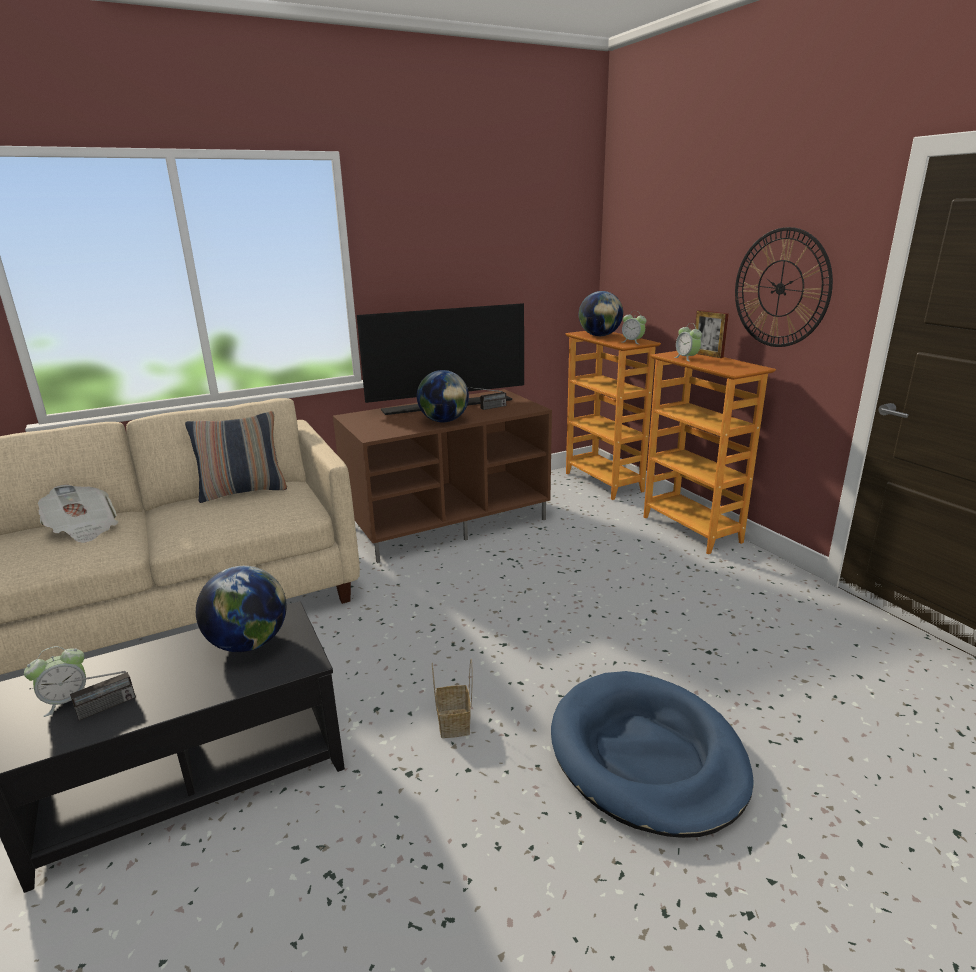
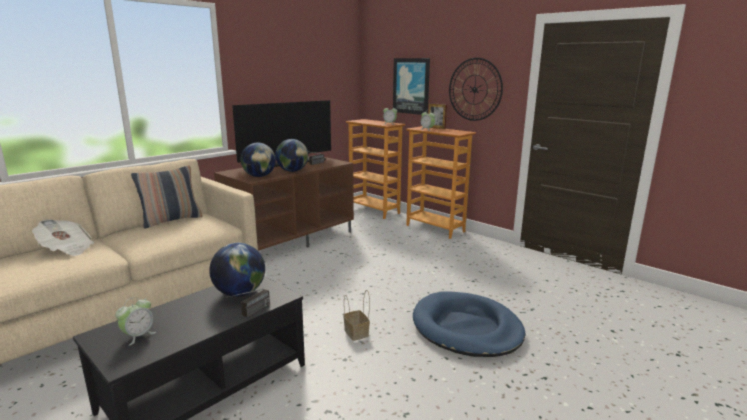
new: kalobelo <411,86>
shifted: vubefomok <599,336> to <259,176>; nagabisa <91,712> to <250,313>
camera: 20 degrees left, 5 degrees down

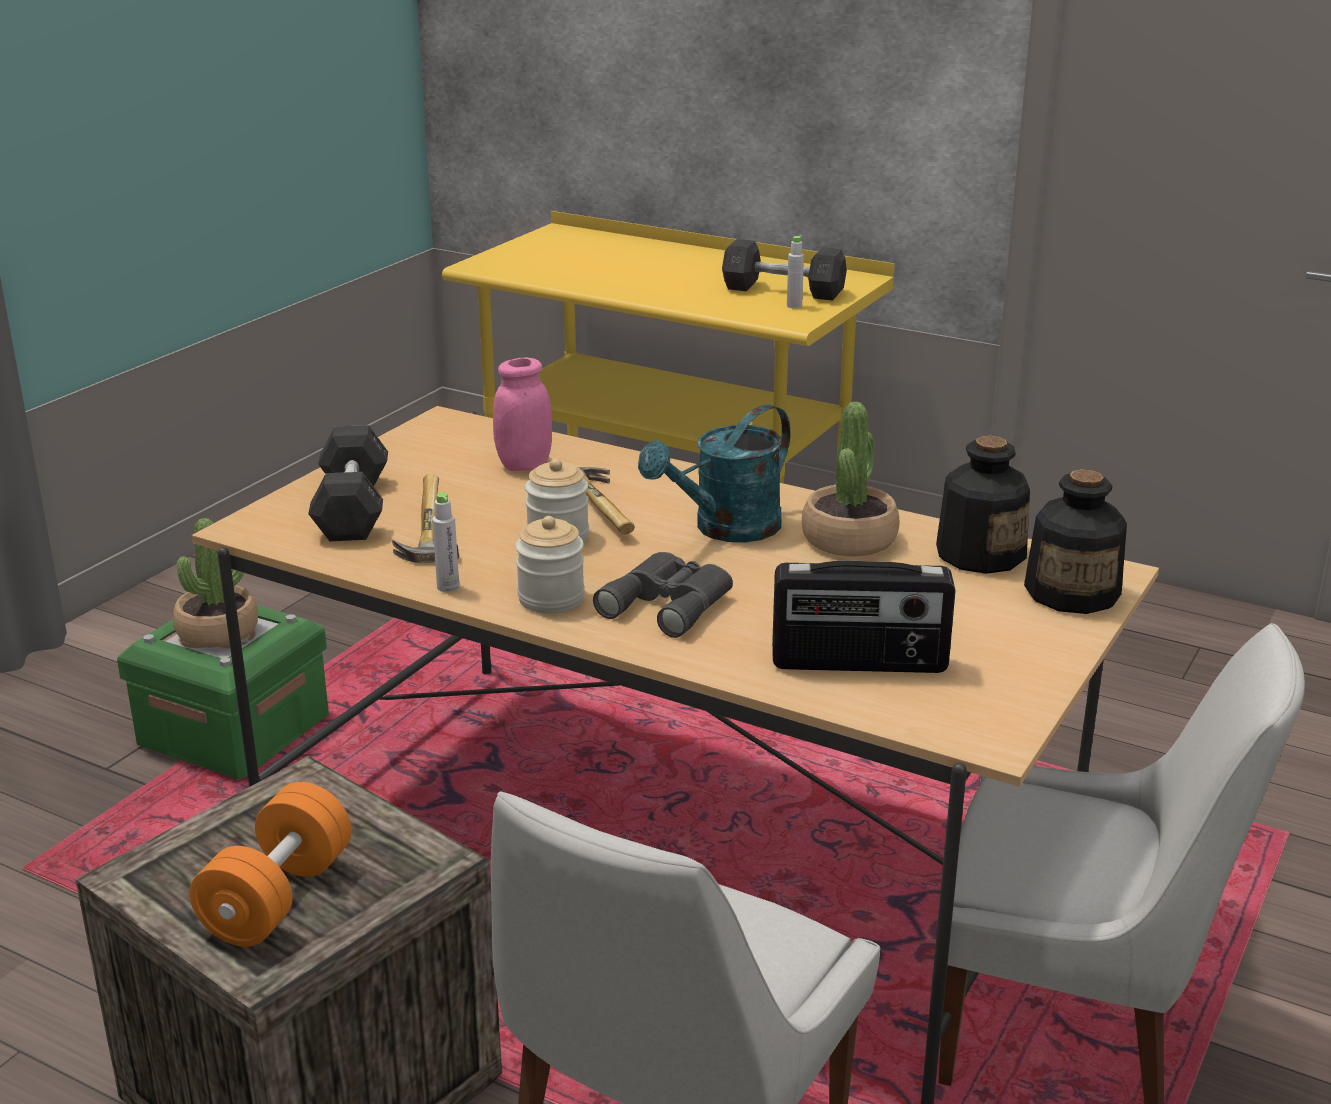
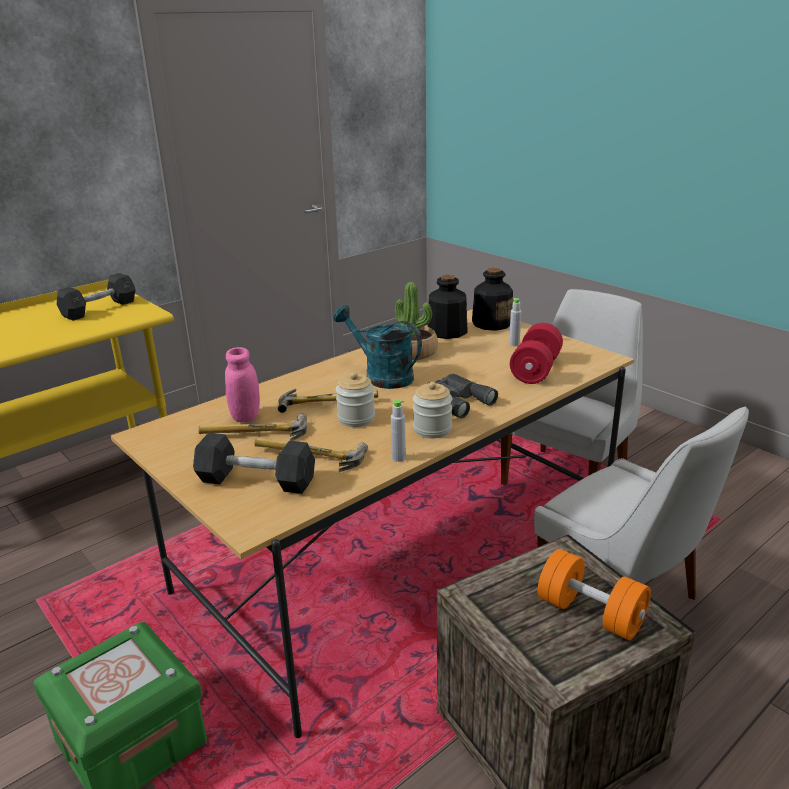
gone: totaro <218,631>
new: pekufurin <255,436>
shifted: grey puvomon <794,306> to <514,344>
swapped: nagabisa <859,663> to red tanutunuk <535,370>
rotated: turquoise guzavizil <726,529> = <381,376> 150 degrees clockwise
camera: 70 degrees left, 0 degrees up

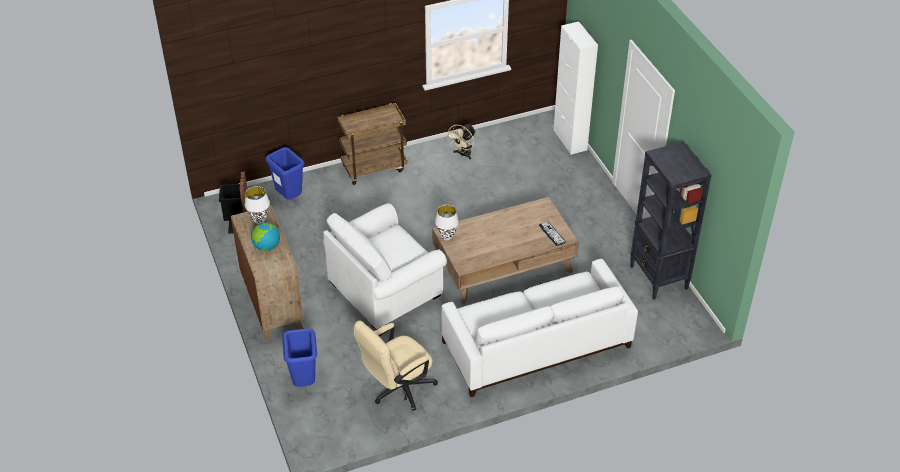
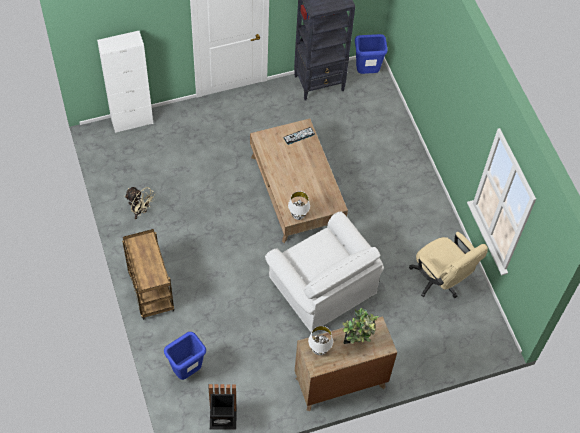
gone: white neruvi <535,344>
shifted: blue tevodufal <304,382> to <367,72>
swapped: vubefomok <266,246> to totaro <356,342>
camera: 90 degrees left, 15 degrees up

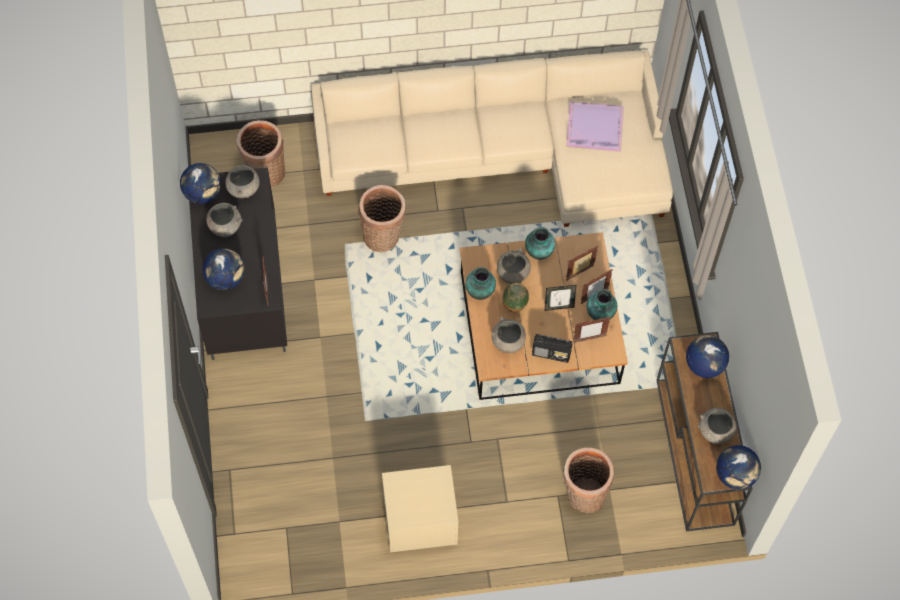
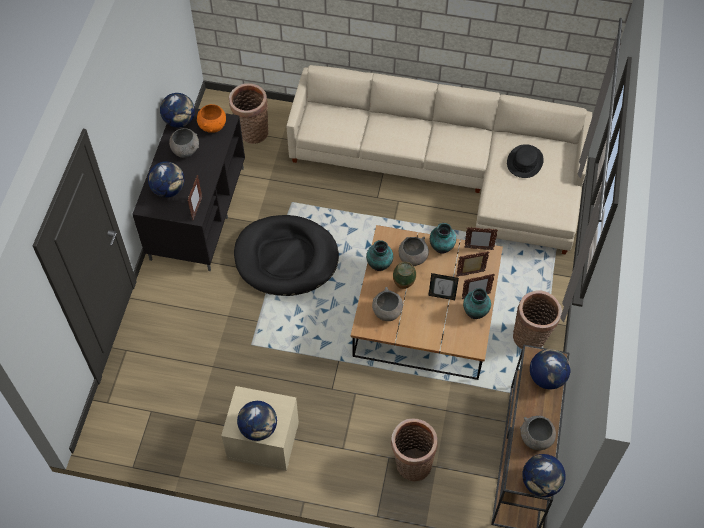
gone: nagabisa <551,353>
new: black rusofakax <286,258>; vubefomok <258,428>
shifted: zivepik <383,236> to <531,337>; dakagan <589,339> to <478,248>
swapped: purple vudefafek <593,128> to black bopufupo <524,162>
repainted: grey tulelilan <244,189> to orange tulelilan <213,127>
camera: 20 degrees right, 5 degrees down

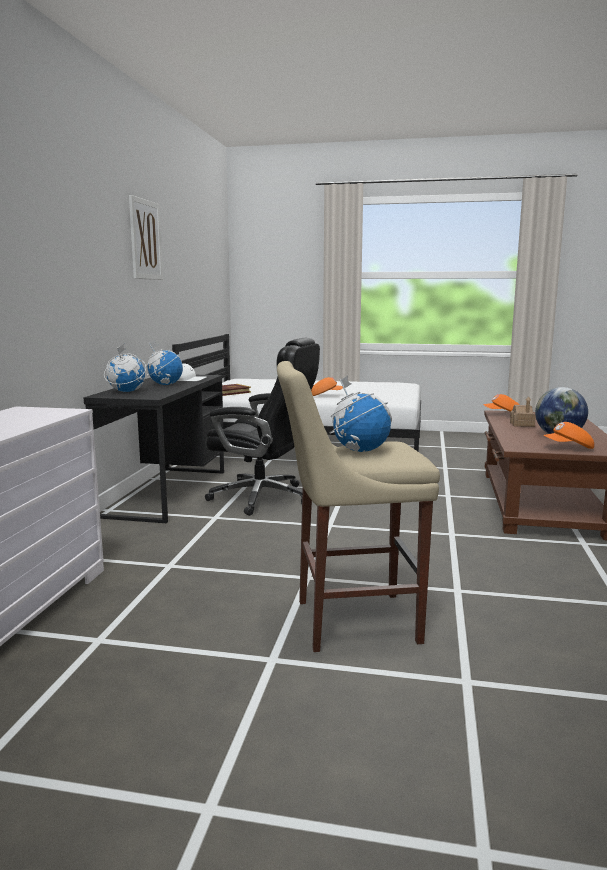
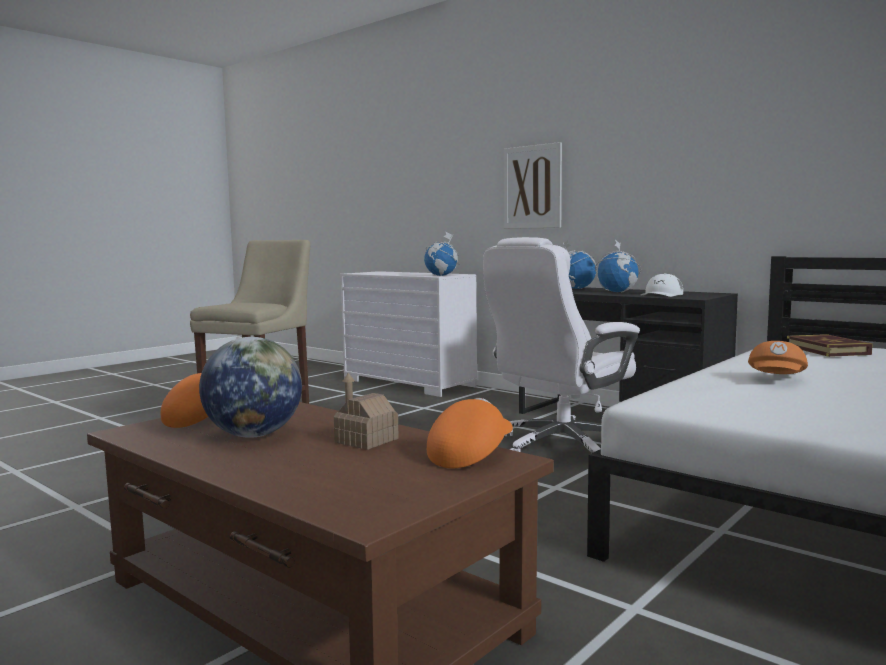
shifted: kalobelo <145,240> to <532,187>; vubefomok <360,450> to <442,275>
repainted: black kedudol <263,498> to white kedudol <560,447>
camera: 120 degrees right, 5 degrees down

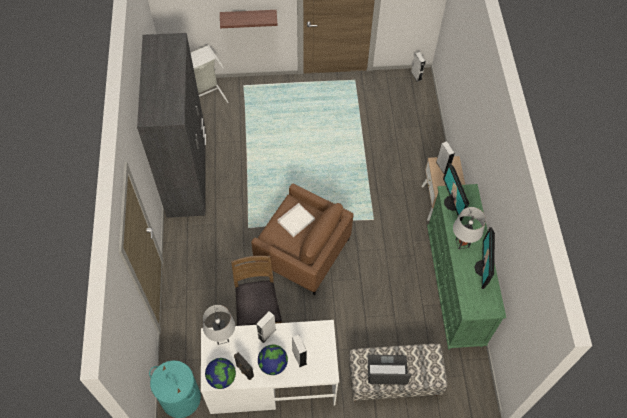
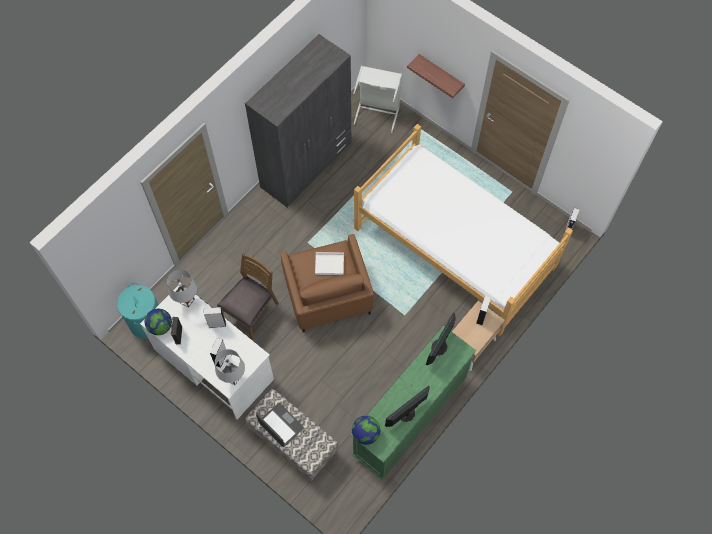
new: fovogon <454,248>
shifted: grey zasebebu <462,243> to <233,378>; vubefomok <273,364> to <366,433>
camera: 45 degrees right, 5 degrees up

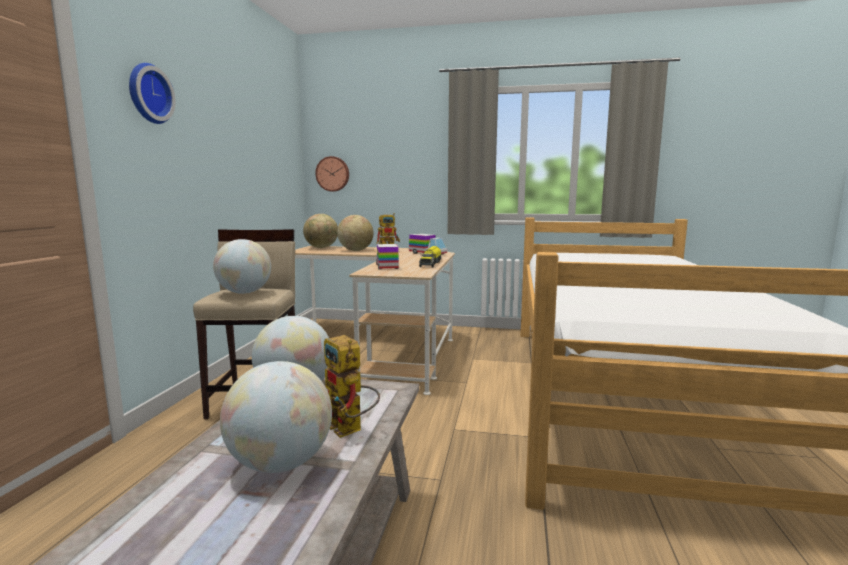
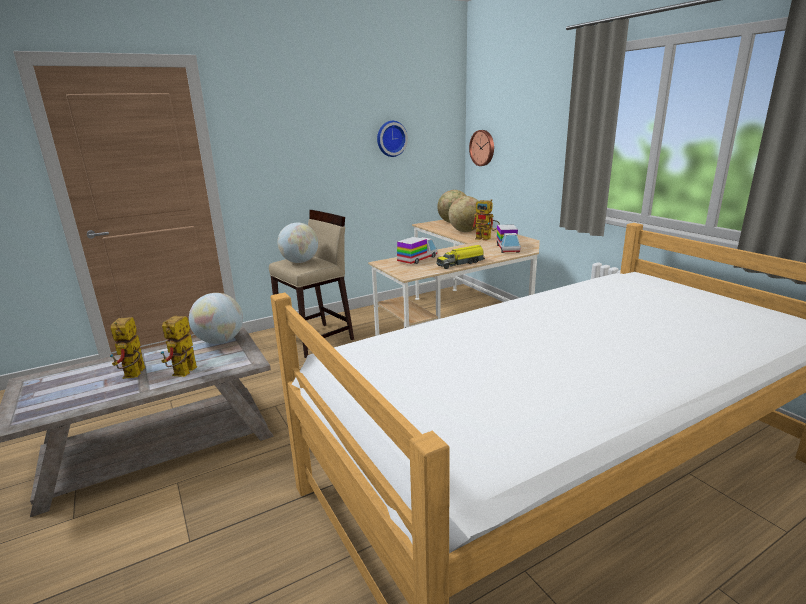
shifted: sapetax <148,94> to <391,138>
swapped: vubefomok <280,463> to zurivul <134,375>
camera: 50 degrees right, 10 degrees up

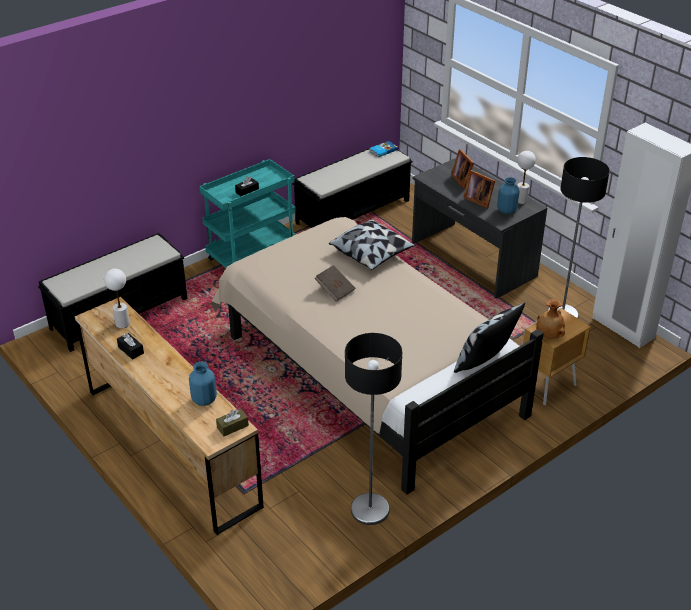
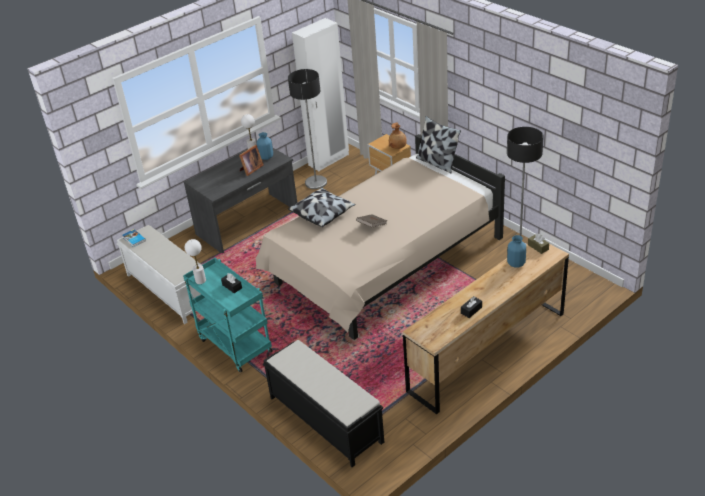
gone: dakagan <462,179>
shifted: white zasebebu <122,323> to <200,281>
repainted: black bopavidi <354,211> to white bopavidi <169,290>
camera: 90 degrees left, 0 degrees up

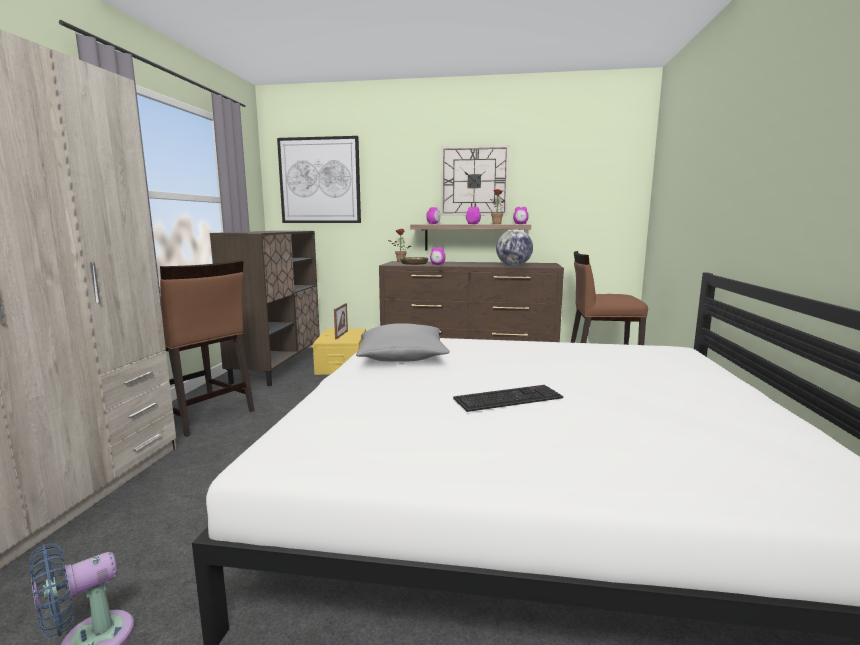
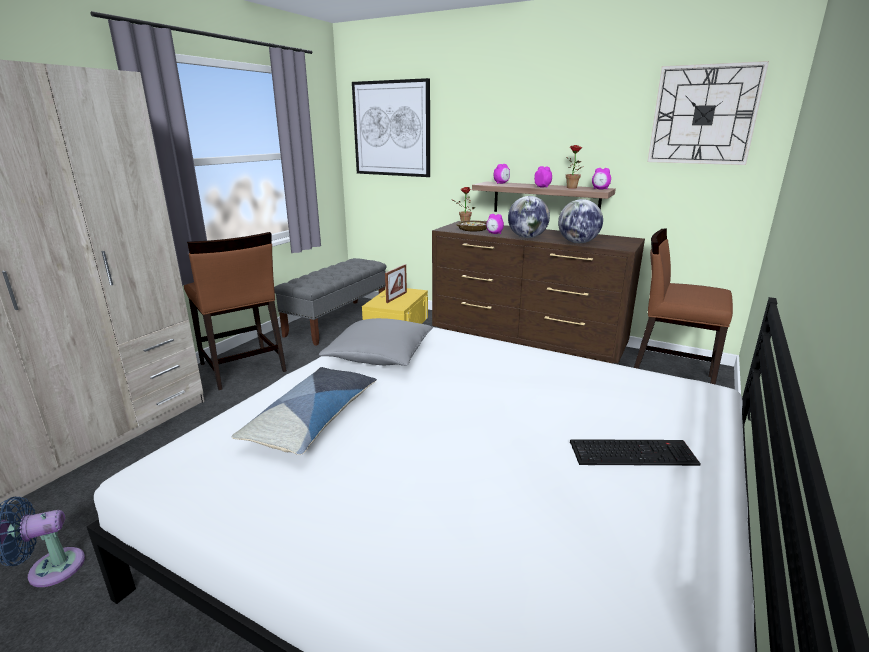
new: vubefomok <527,237>; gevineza <313,420>
shifted: sapetax <474,181> to <703,115>; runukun <508,398> to <633,452>
swapped: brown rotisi <277,366> to grey bopavidi <337,321>
camera: 20 degrees right, 10 degrees up

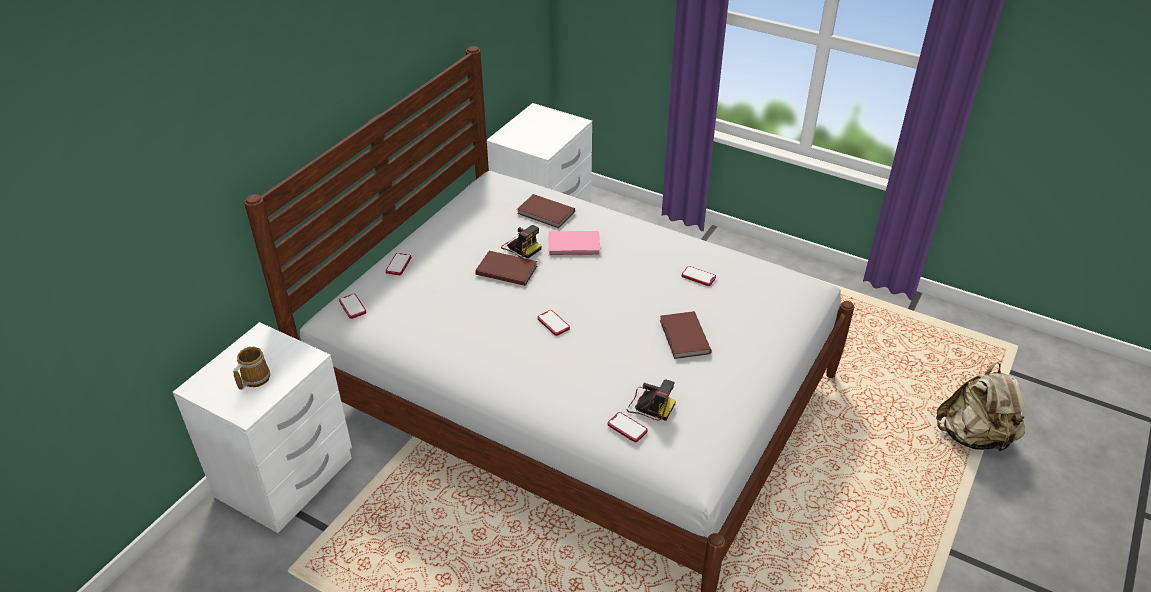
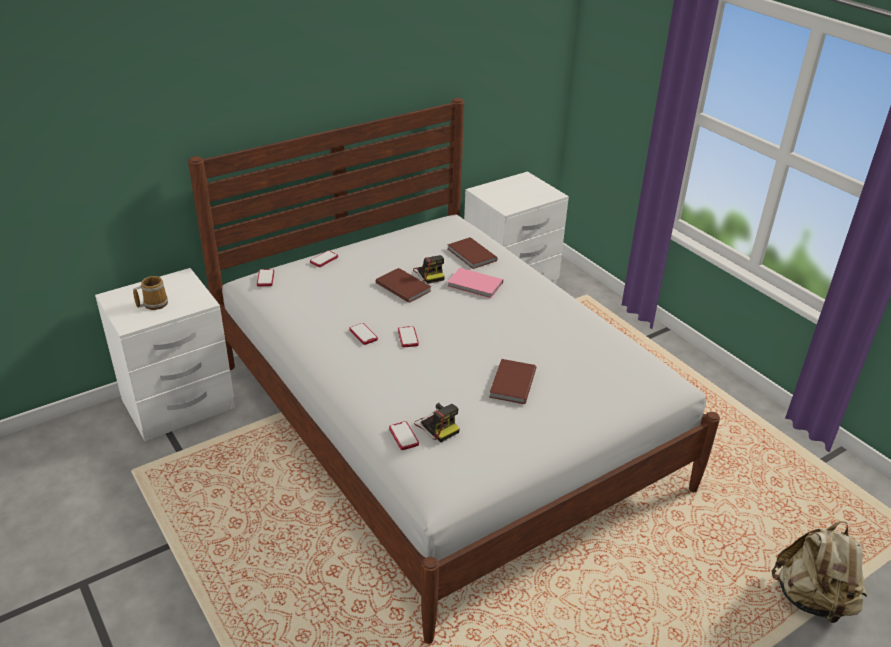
shifted: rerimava <698,277> to <363,334>
camera: 25 degrees right, 5 degrees down

